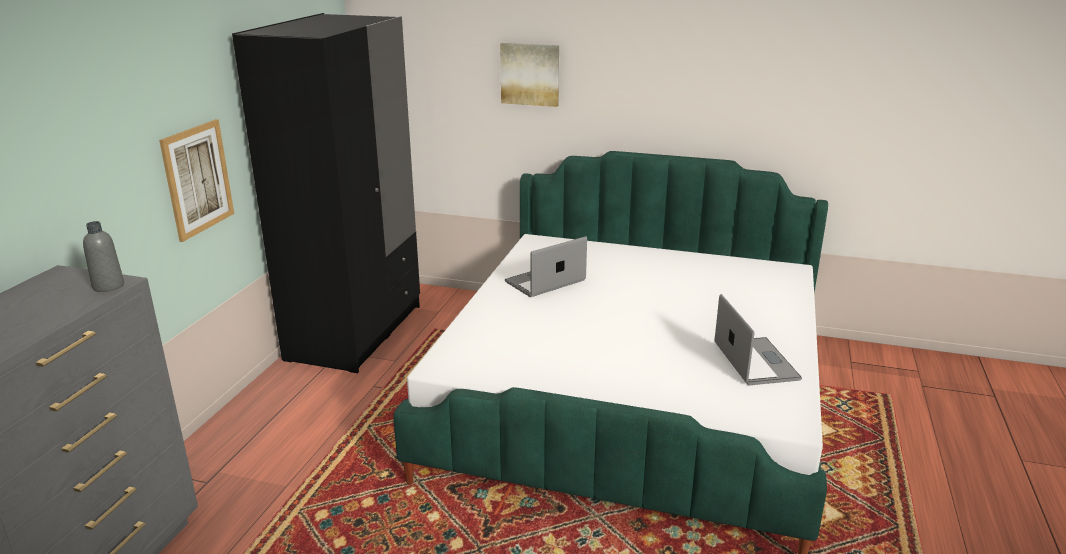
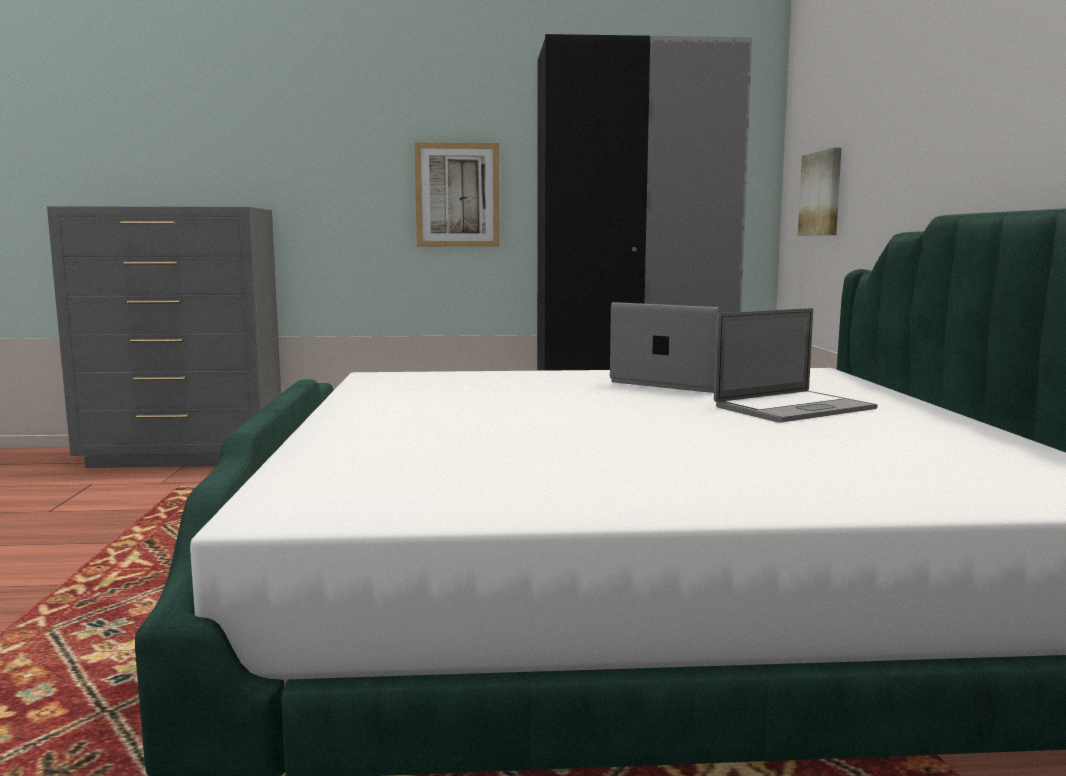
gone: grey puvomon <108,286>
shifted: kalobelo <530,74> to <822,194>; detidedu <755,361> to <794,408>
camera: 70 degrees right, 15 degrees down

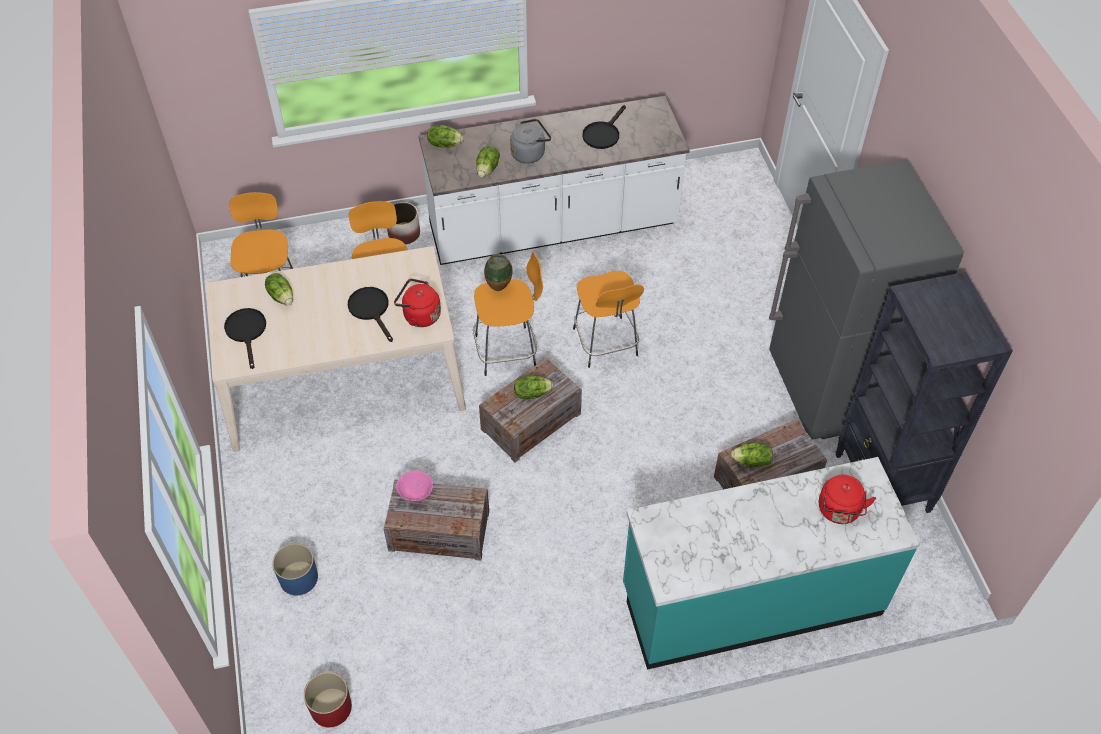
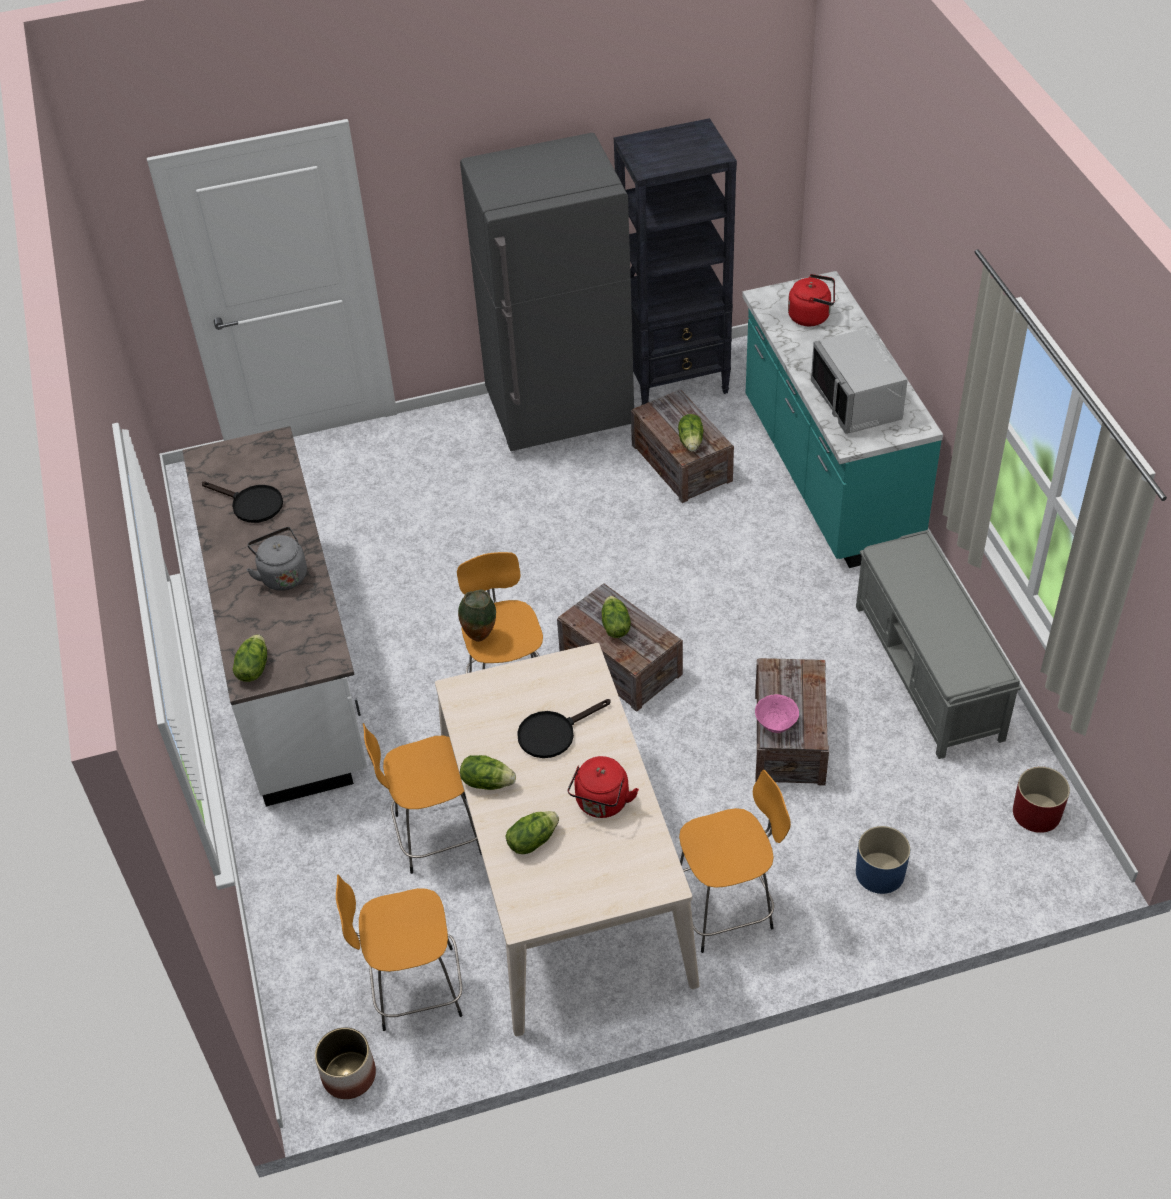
gone: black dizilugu <247,332>
new: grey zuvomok <857,401>; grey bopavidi <928,672>
shifted: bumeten <488,169> to <487,782>; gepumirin <403,233> to <348,1075>; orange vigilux <606,344> to <726,908>; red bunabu <419,315> to <601,804>
camera: 90 degrees left, 5 degrees down

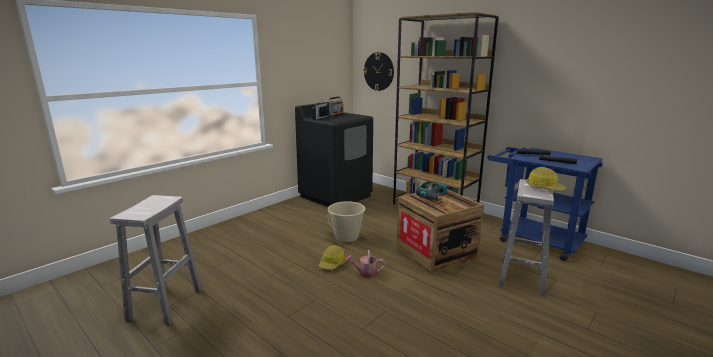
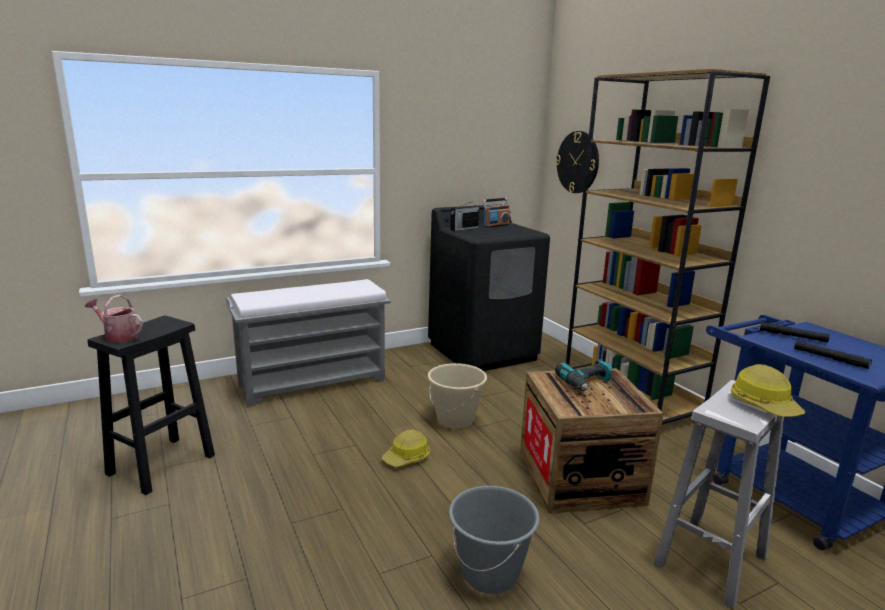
new: grey bopavidi <314,382>; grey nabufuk <490,574>
shifted: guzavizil <365,273> to <118,336>
repainted: white vigilux <166,303> to black vigilux <163,464>
camera: 20 degrees right, 0 degrees up

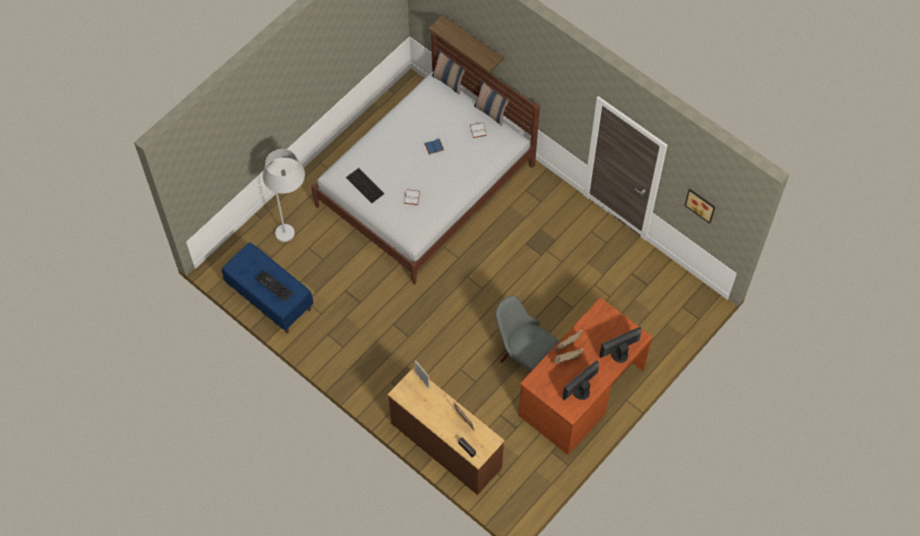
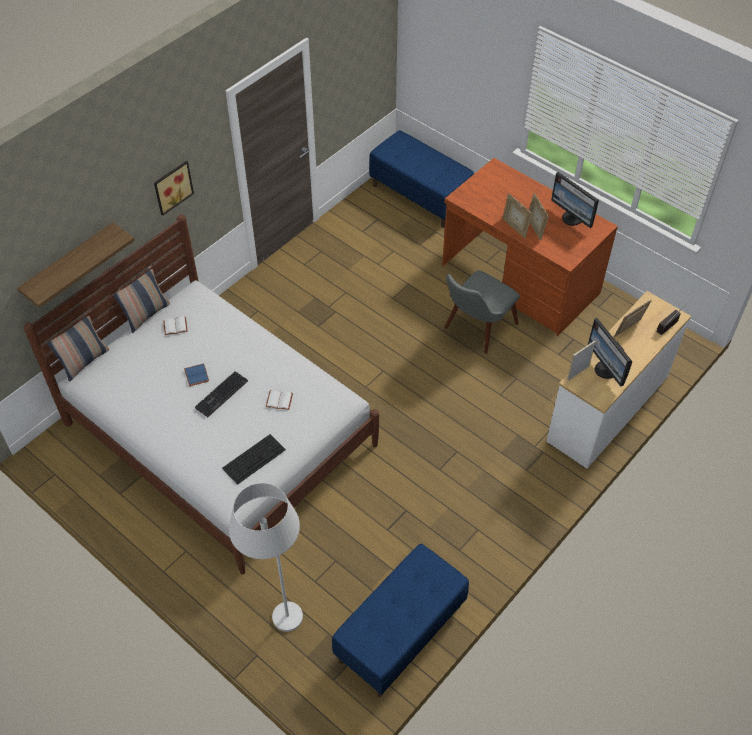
new: blue bopavidi <420,196>
shifted: kalobelo <701,204> to <172,186>; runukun <273,286> to <222,396>; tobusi <618,353> to <606,370>
repainted: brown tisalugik <445,446> to white tisalugik <608,409>
camera: 90 degrees left, 10 degrees down

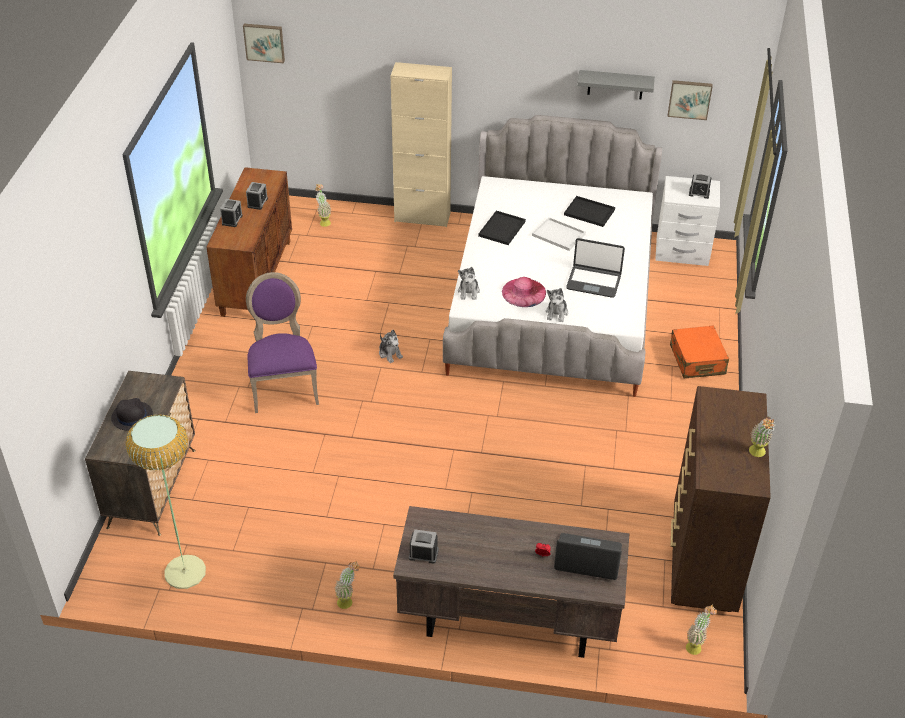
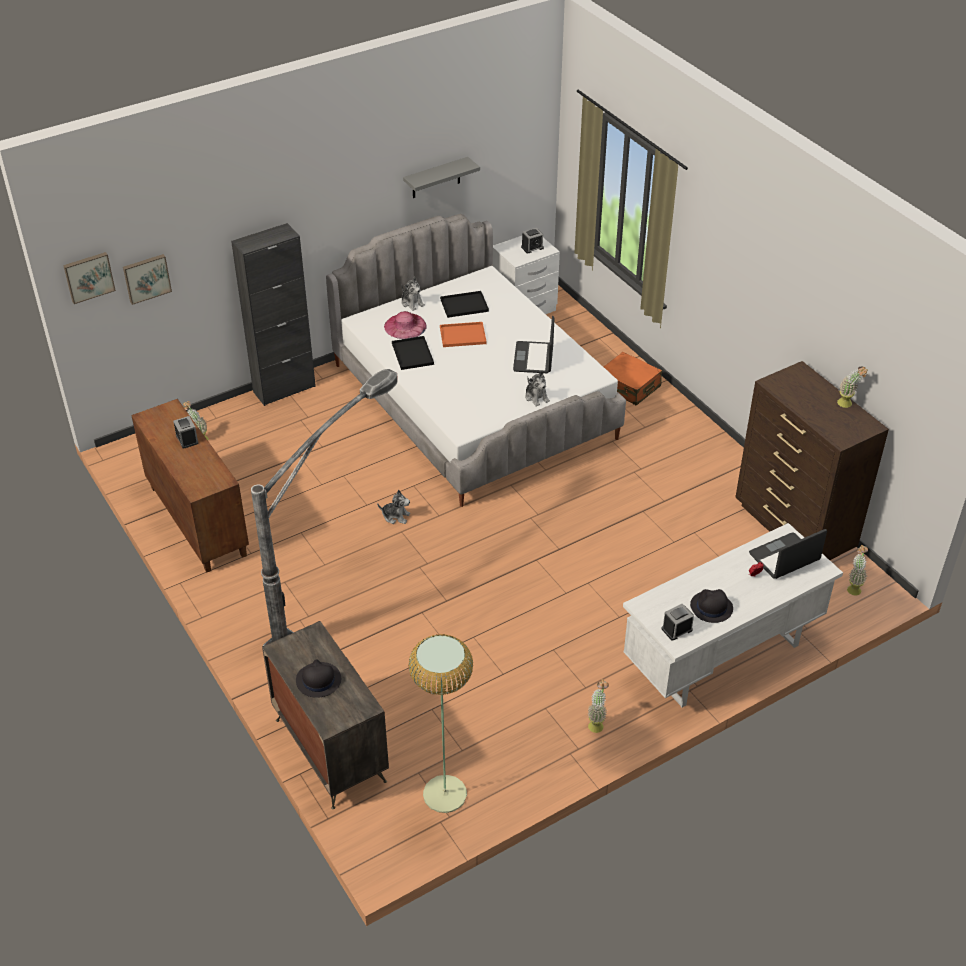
gone: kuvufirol <232,220>
new: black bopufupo <711,607>
shifted: kalobelo <689,99> to <146,278>; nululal <469,292> to <412,303>; pink bopufupo <524,292> to <405,326>
swapped: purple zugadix <283,385> to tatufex <338,595>
repainted: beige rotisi <422,217> to black rotisi <284,389>; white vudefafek <557,235> to orange vudefafek <462,336>; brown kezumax <507,621> to white kezumax <721,657>
rotated: detidedu <593,282> = <534,358> 120 degrees clockwise
camera: 40 degrees left, 0 degrees up

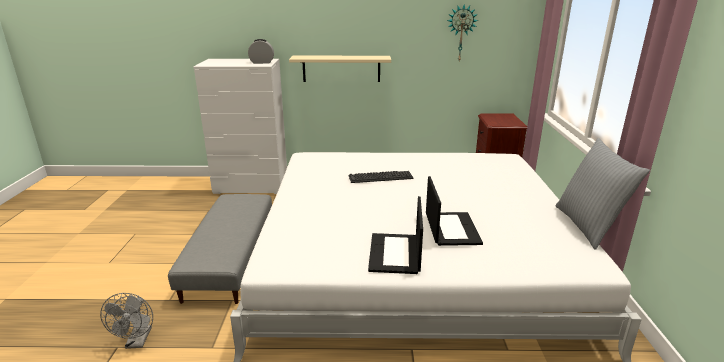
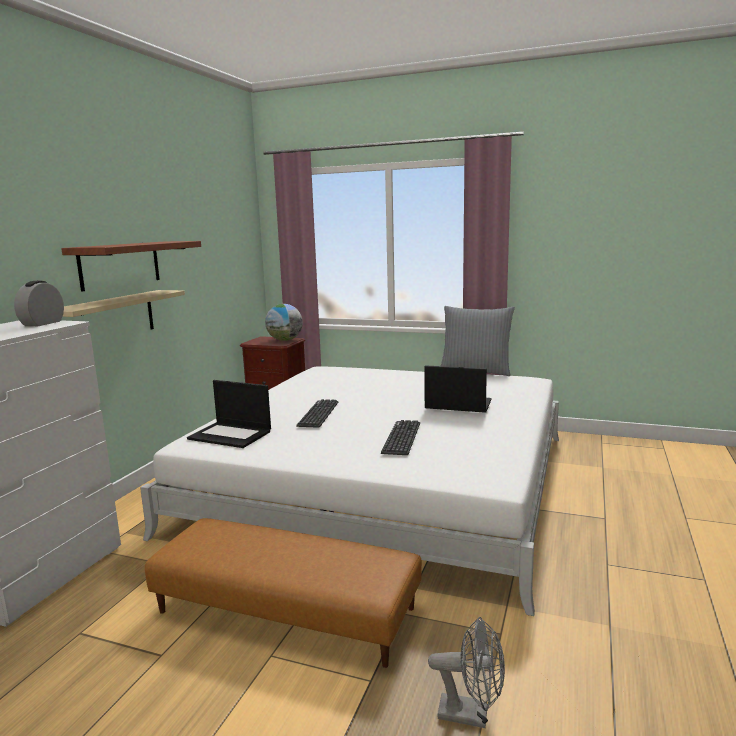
gone: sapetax <461,33>
new: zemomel <120,264>; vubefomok <285,340>; runukun <401,438>
shifted: detidedu <395,254> to <231,435>
repainted: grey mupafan <231,258> to brown mupafan <287,609>
camera: 70 degrees left, 10 degrees down

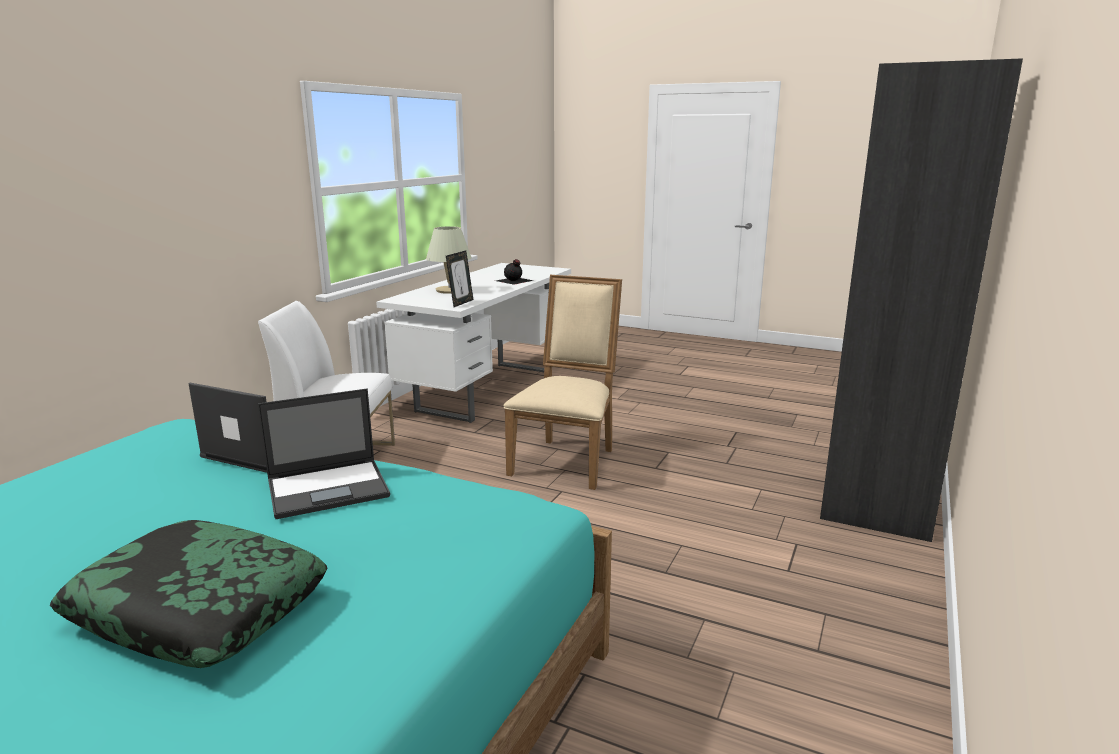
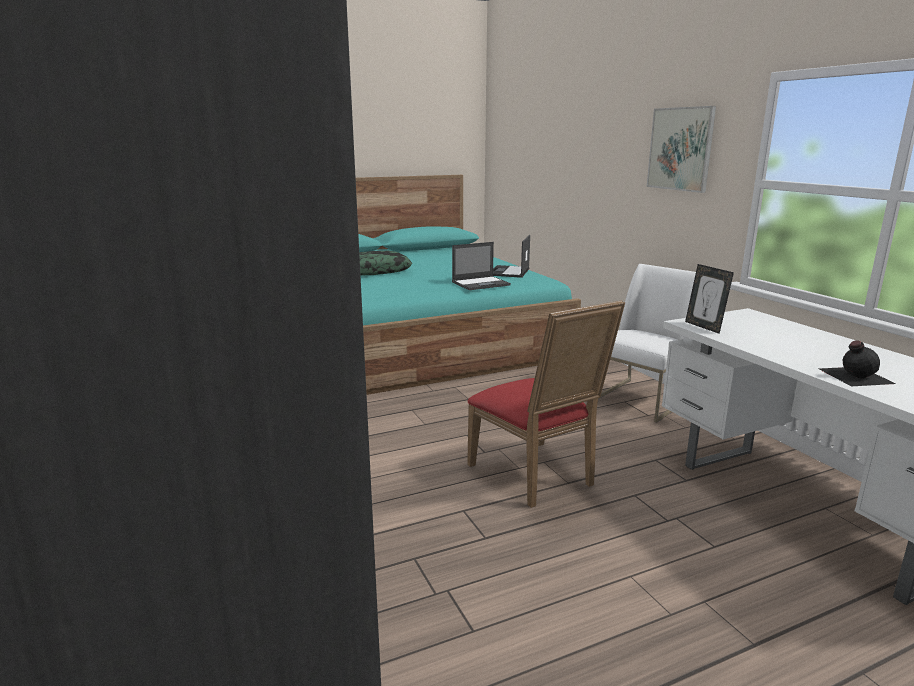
gone: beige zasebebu <450,290>
new: kalobelo <680,149>
shifted: detidedu <329,488> to <509,272>
repainted: beige zugadix <567,460> to red zugadix <536,476>
camera: 130 degrees right, 0 degrees up

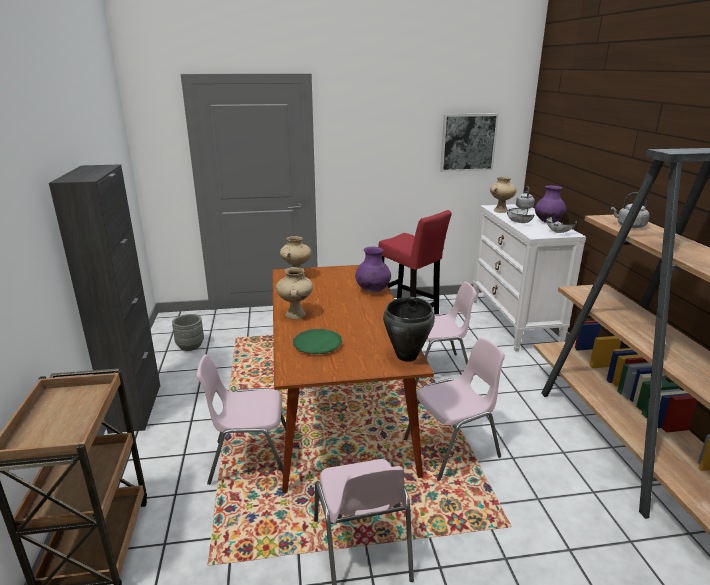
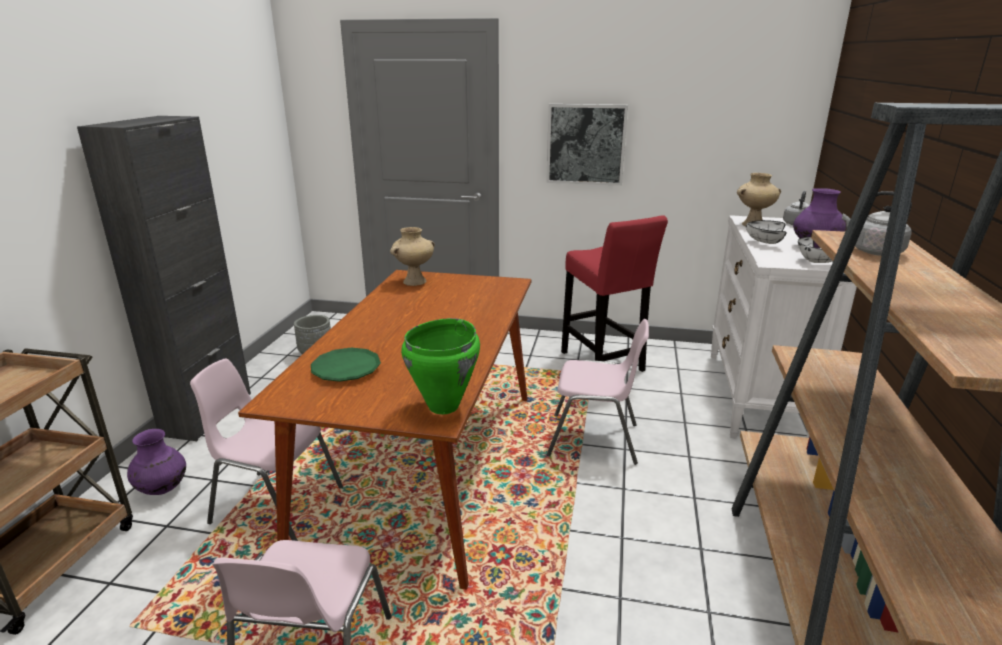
gone: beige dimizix <296,315>; pink zugadix <453,448>
shifted: kalobelo <468,142> to <586,144>; purple dimizix <372,290> to <162,489>
repainted: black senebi <407,356> to green senebi <444,406>
camera: 20 degrees right, 0 degrees up

